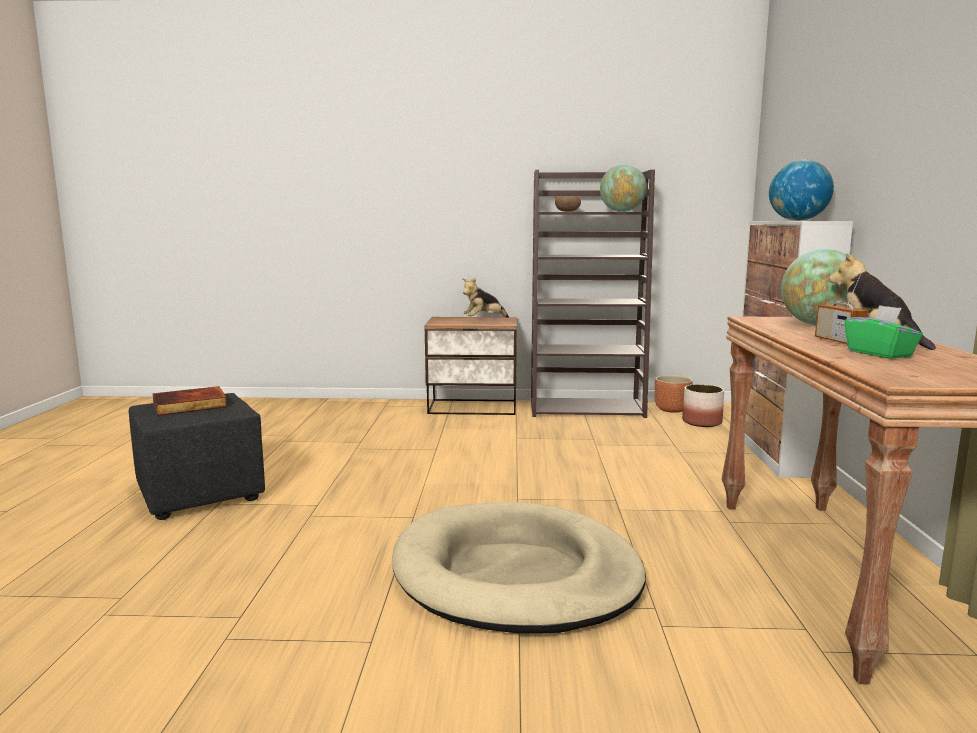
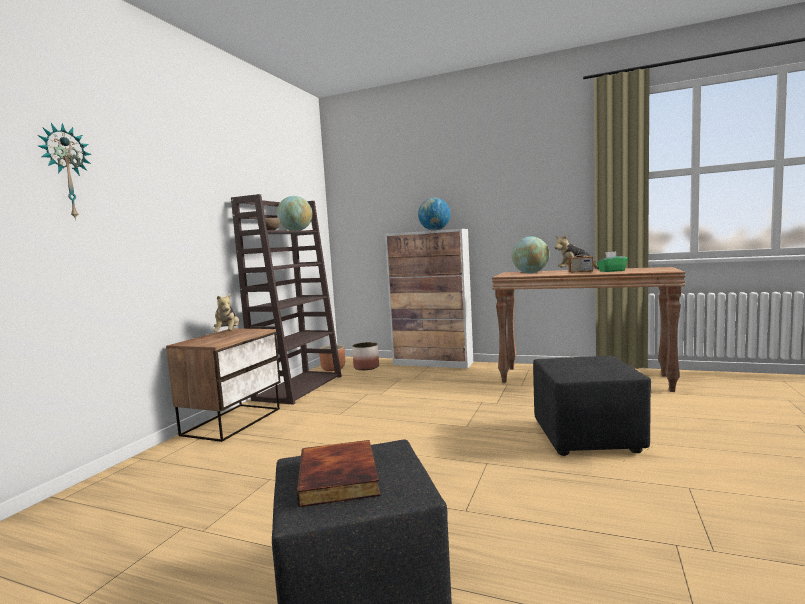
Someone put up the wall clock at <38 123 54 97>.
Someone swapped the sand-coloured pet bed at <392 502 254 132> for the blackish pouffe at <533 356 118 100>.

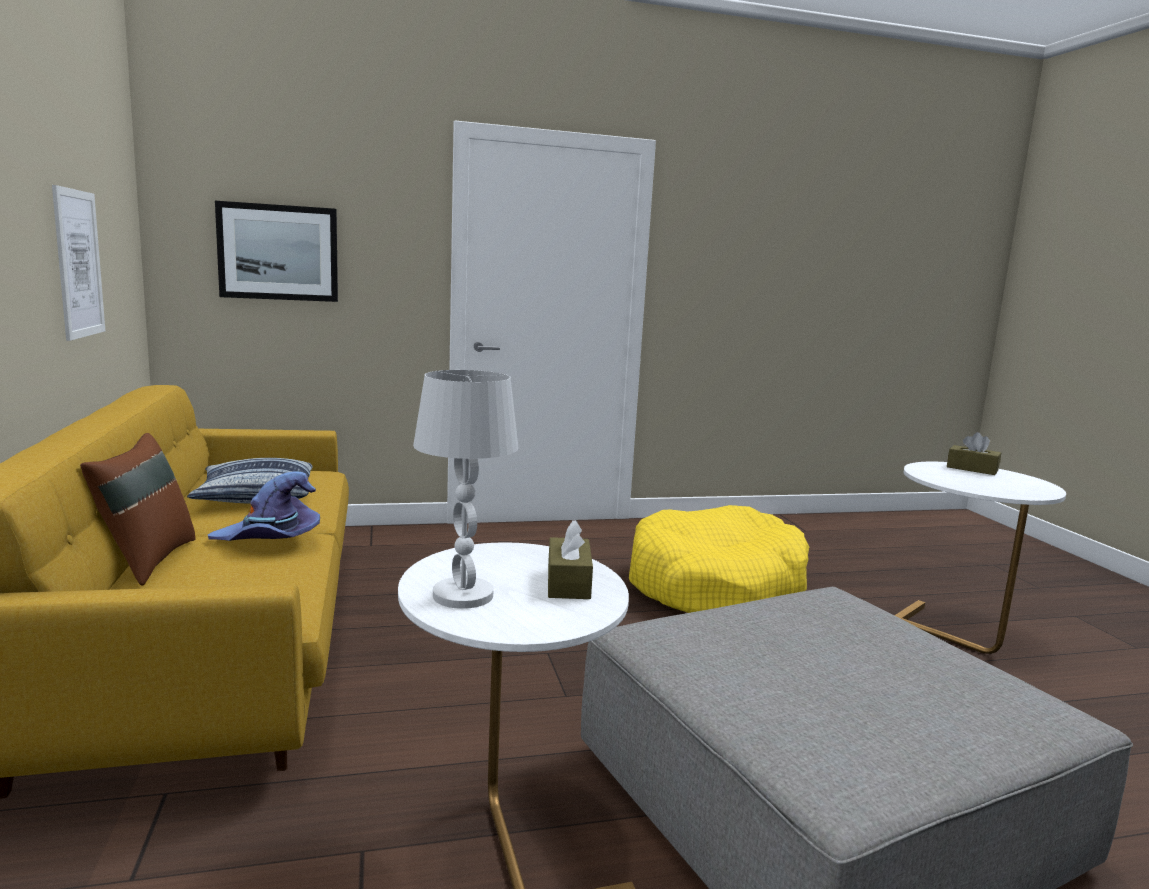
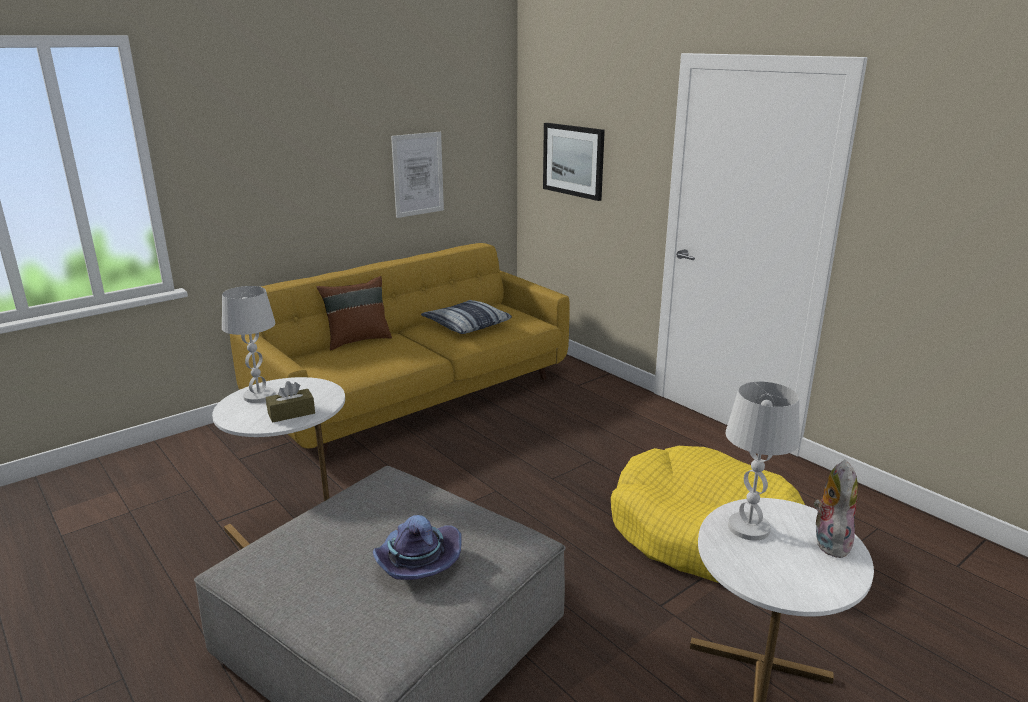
Someone carried the purplish hat from <208 471 112 70> to <373 515 89 65>.
Someone put down the white-coloured table lamp at <725 381 75 160>.
Someone swapped the brownish tissue box at <947 432 54 43> for the soft toy at <814 460 44 100>.

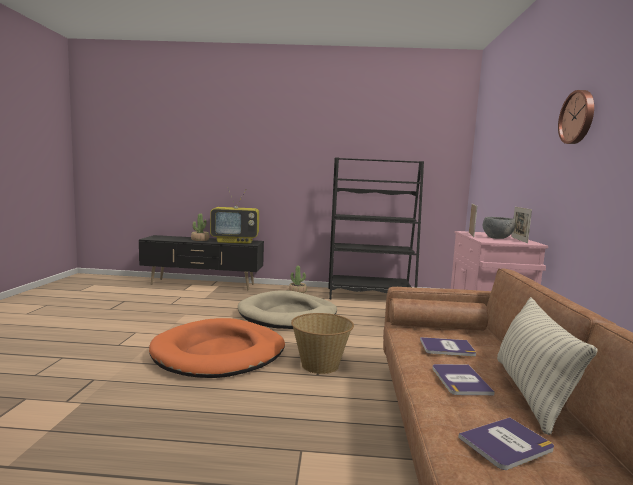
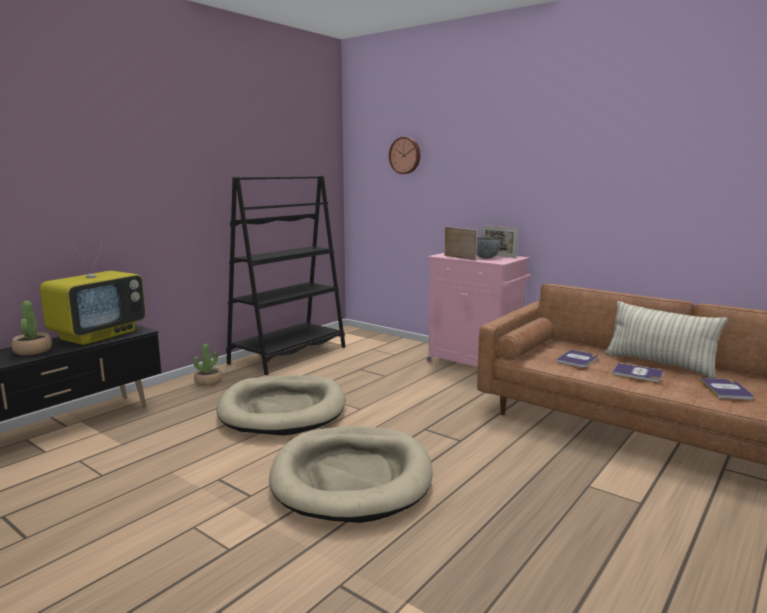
Someone repainted the orange pet bed at <149 318 136 60>, which became the sand-coloured pet bed at <269 426 164 97>.
Someone carried the wall clock from <558 90 36 54> to <389 137 31 37>.
Someone took away the household basket at <291 313 63 61>.

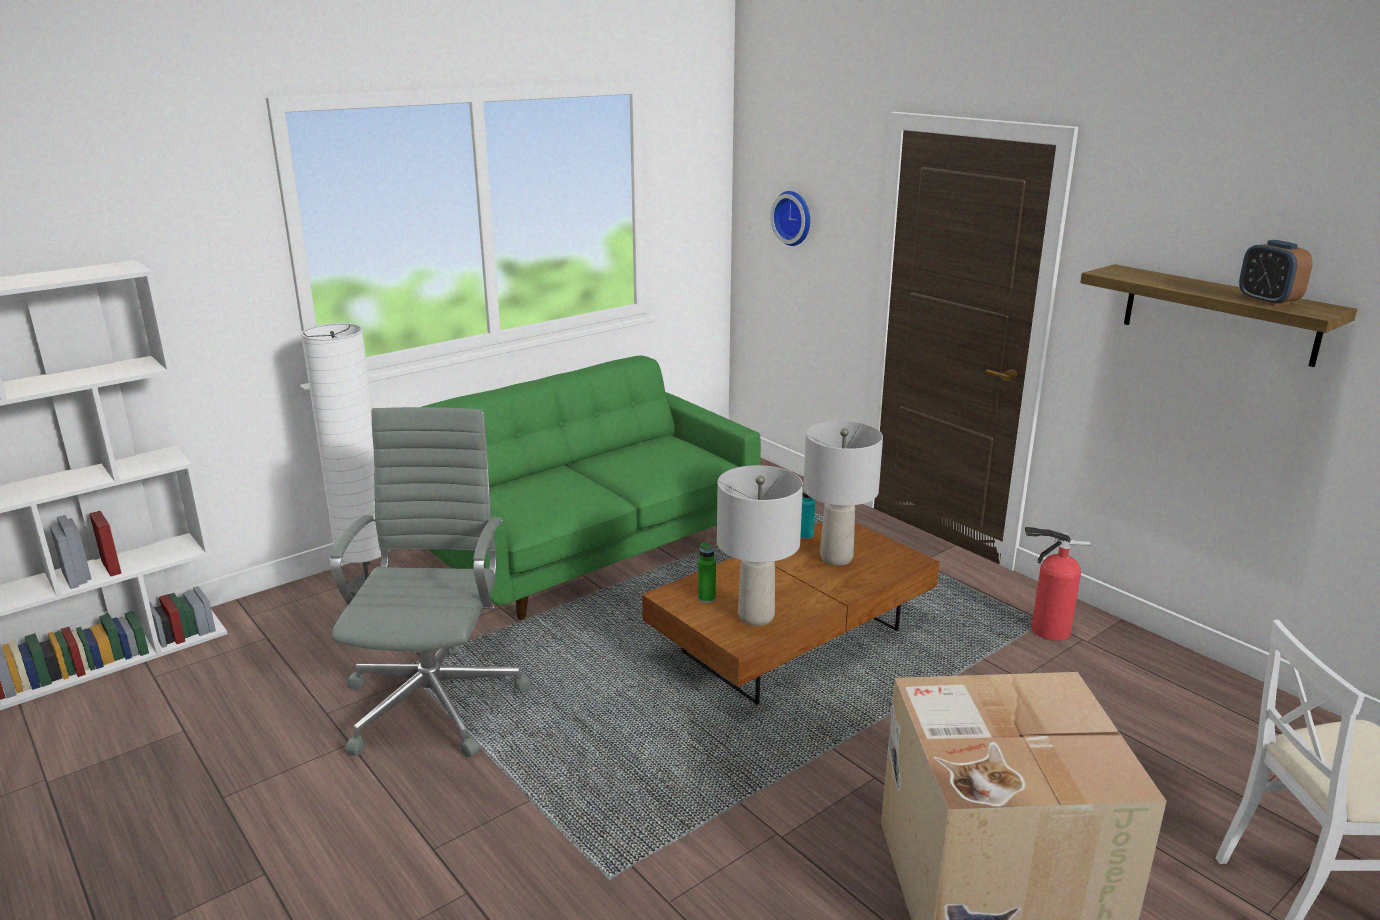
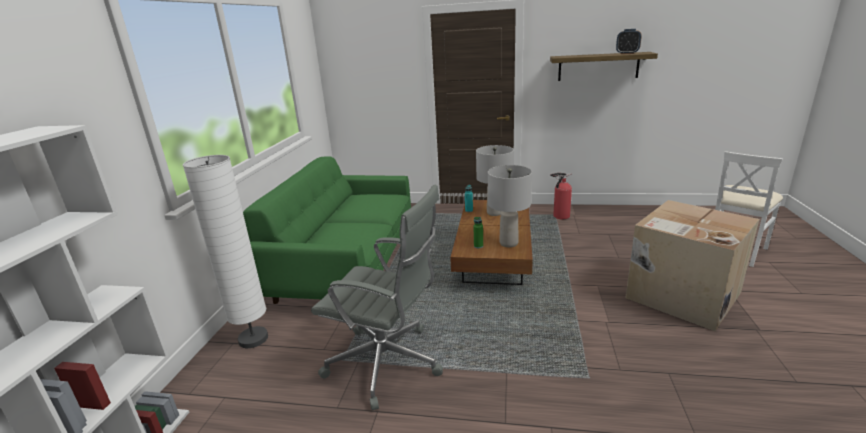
Someone rotated the greyish computer chair at <330 407 203 351> by 150 degrees clockwise.
Someone took away the wall clock at <770 191 40 55>.

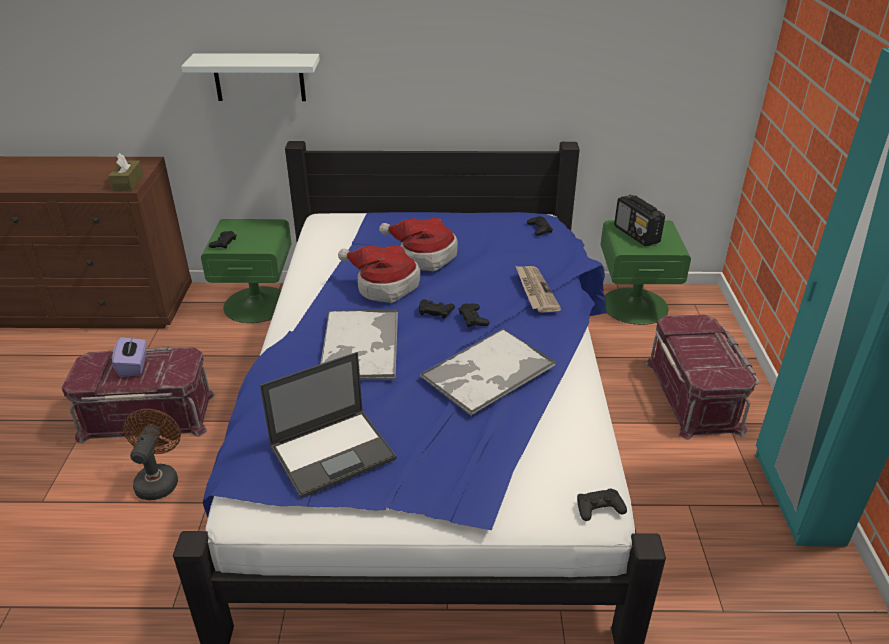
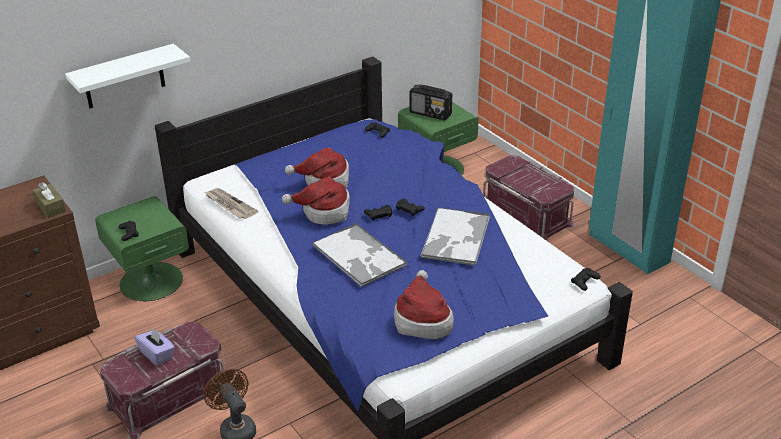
Someone carried the printed paper from <515 265 46 48> to <204 188 54 31>.
Someone swapped the portable computer at <260 352 136 147> for the hat at <394 270 60 69>.

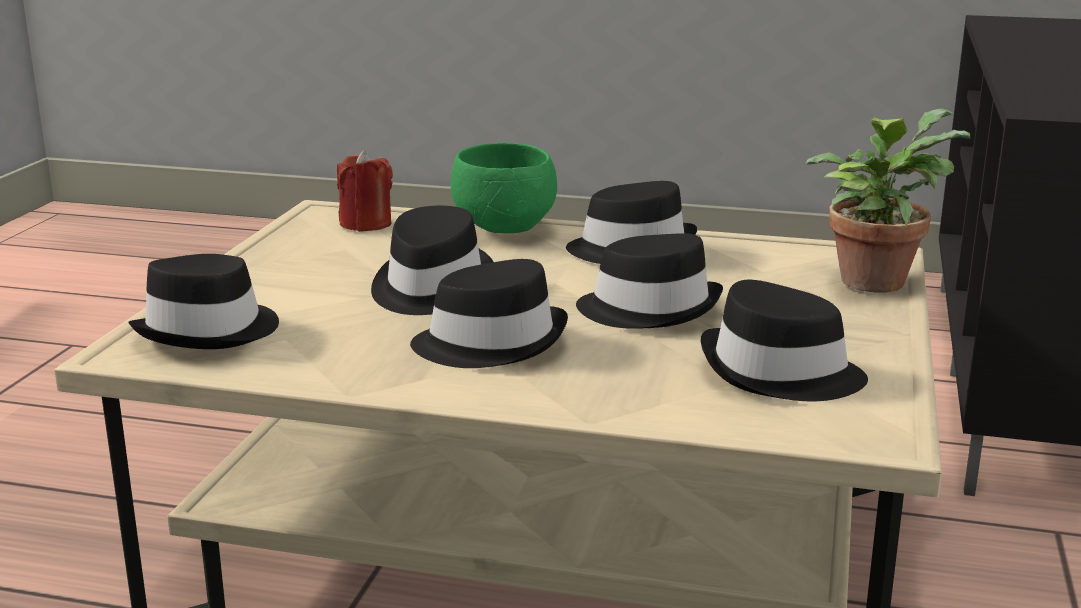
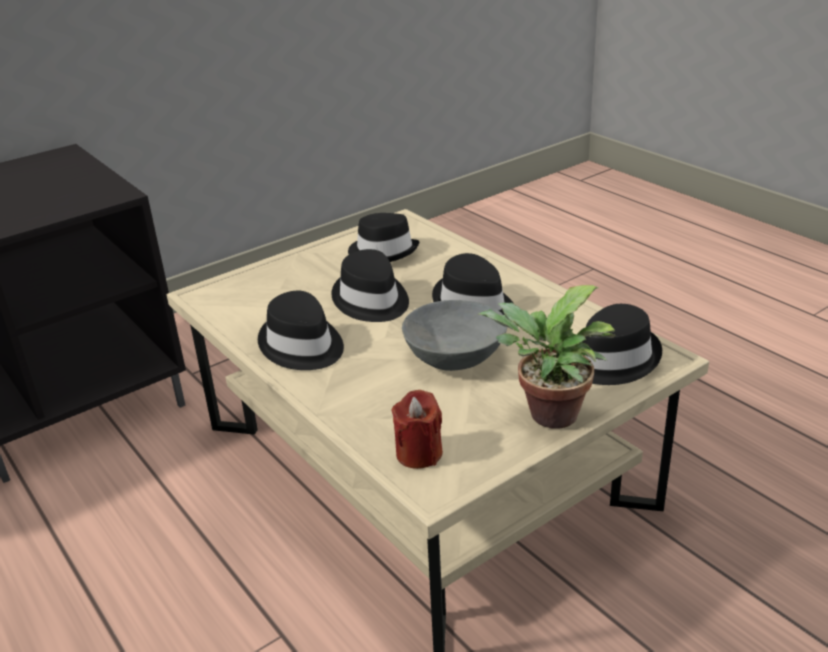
Someone swapped the blackish hat at <371 206 122 109> for the greyish bowl at <402 300 105 71>.
Someone carried the houseplant from <806 108 164 185> to <477 285 139 144>.
Someone took away the green-coloured bowl at <451 143 106 91>.

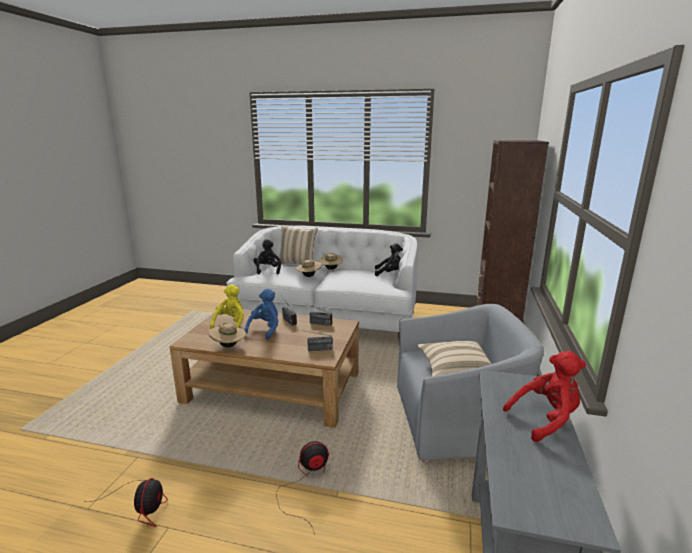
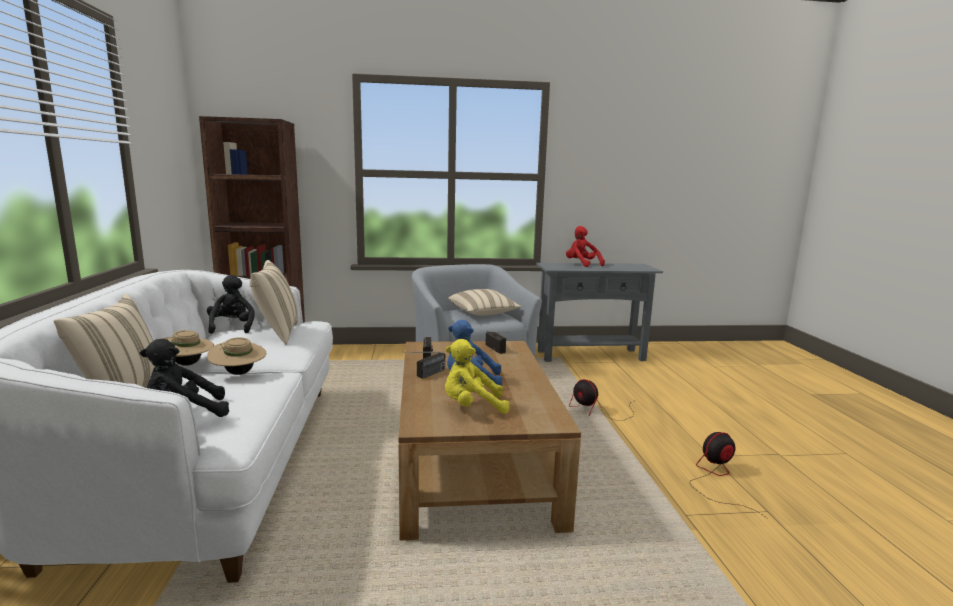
Someone put down the sand-coloured throw pillow at <250 260 48 85>.
Someone took away the sand-coloured hat at <208 322 38 25>.

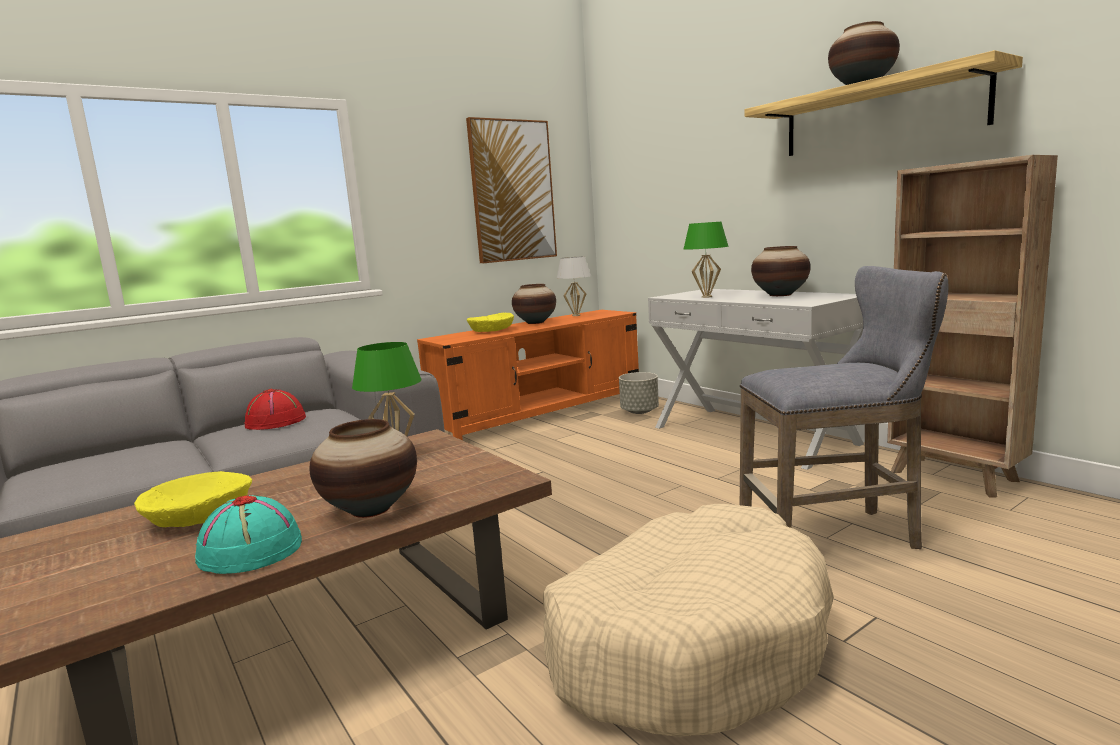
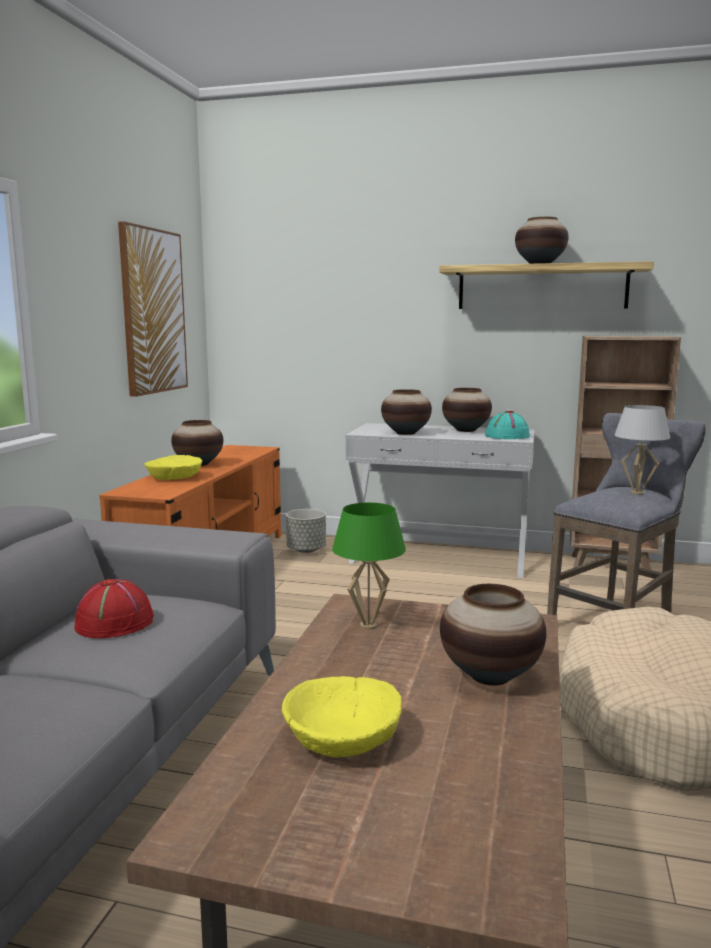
Someone swapped the green-coloured table lamp at <684 222 45 76> for the flower vase at <381 389 51 46>.
Someone carried the turquoise-coloured hat from <195 495 107 79> to <485 411 45 28>.
Someone carried the white-coloured table lamp from <557 256 34 60> to <615 405 55 90>.

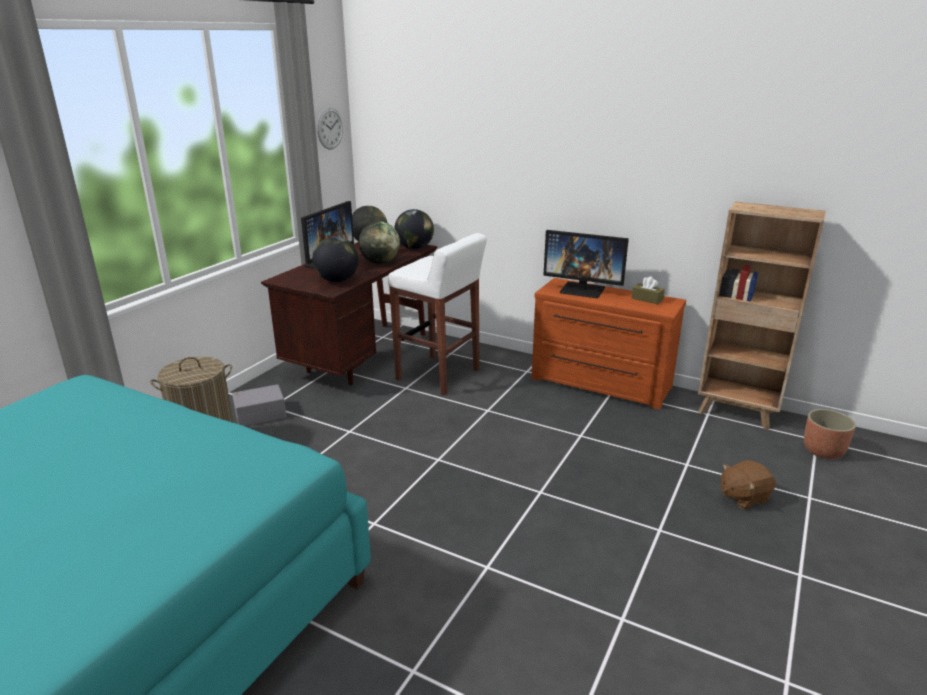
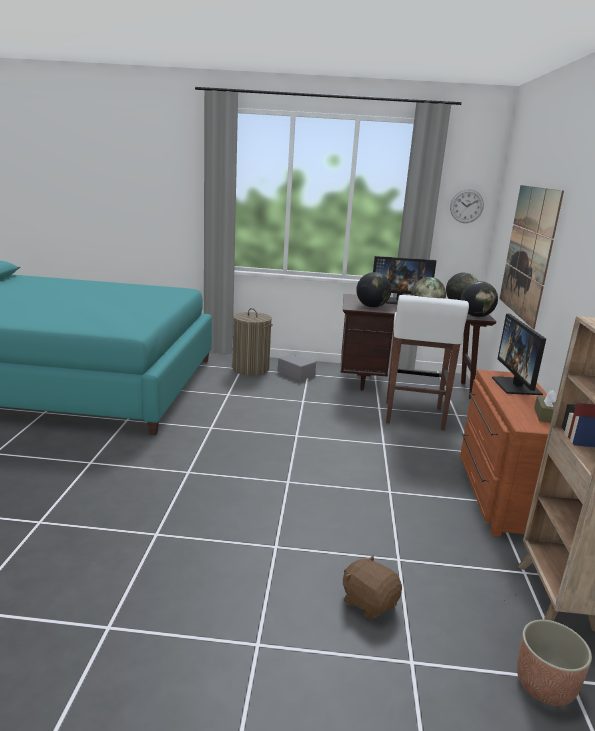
Someone put up the wall art at <499 185 65 144>.

